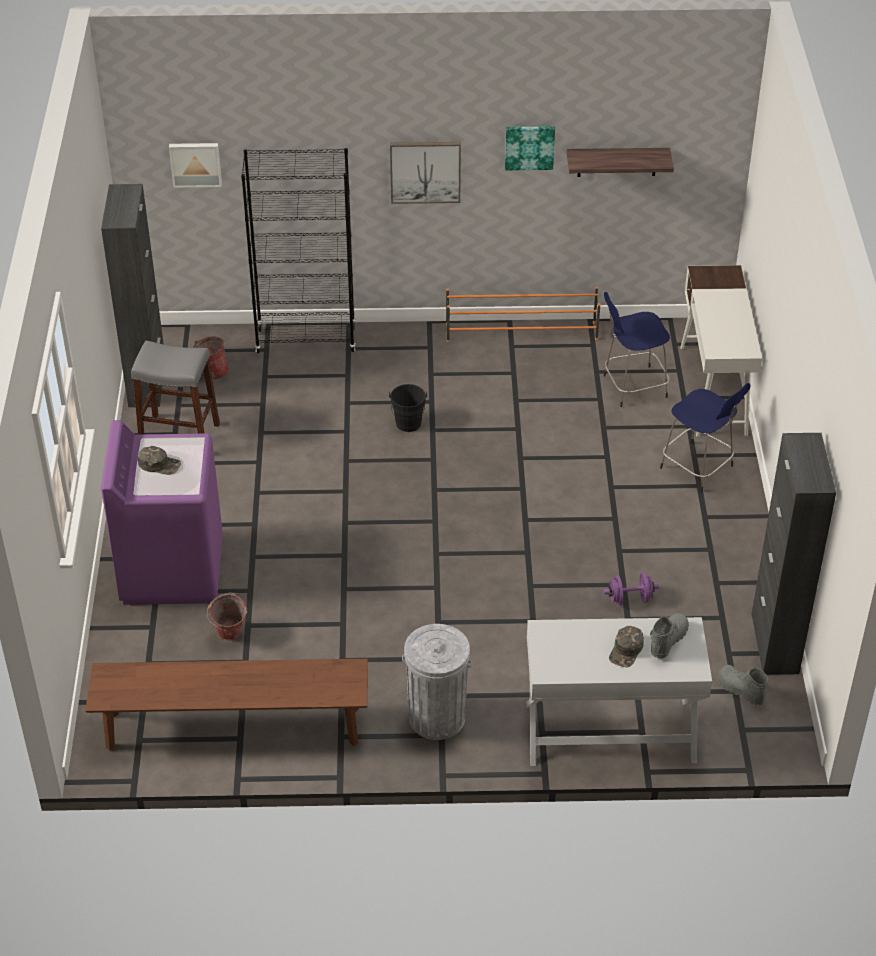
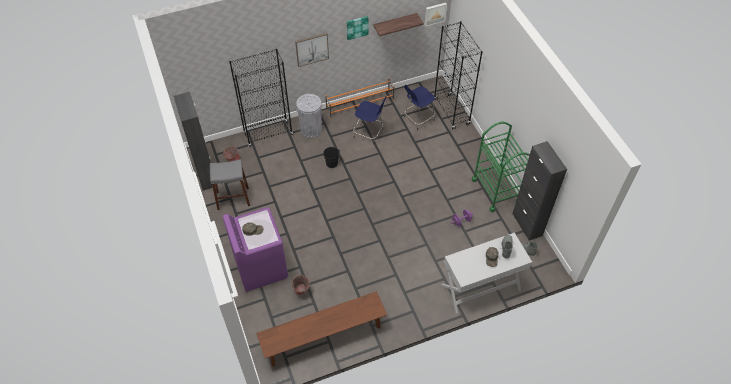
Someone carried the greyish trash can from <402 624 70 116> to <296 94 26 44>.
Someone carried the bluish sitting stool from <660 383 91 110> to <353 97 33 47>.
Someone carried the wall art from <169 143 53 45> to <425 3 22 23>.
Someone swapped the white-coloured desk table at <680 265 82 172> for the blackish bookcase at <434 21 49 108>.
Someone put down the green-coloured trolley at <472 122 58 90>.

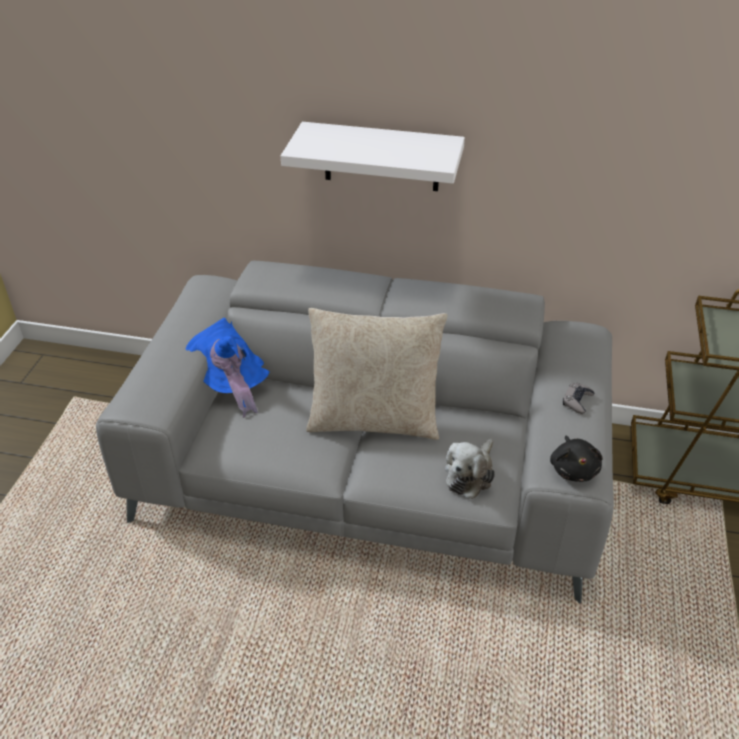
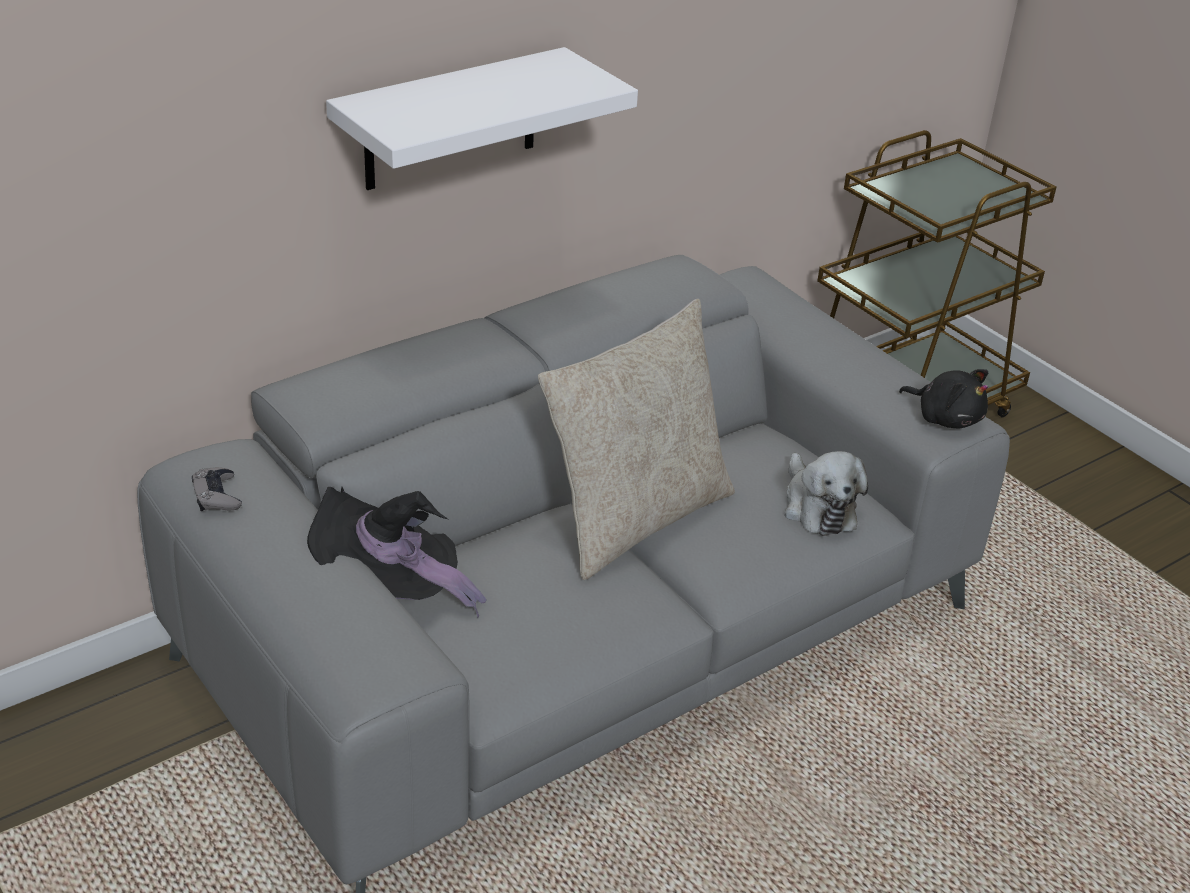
Someone carried the greyish joypad from <563 383 31 31> to <192 467 50 44>.
Someone repainted the bluish hat at <185 318 85 100>, which became the blackish hat at <307 487 180 131>.

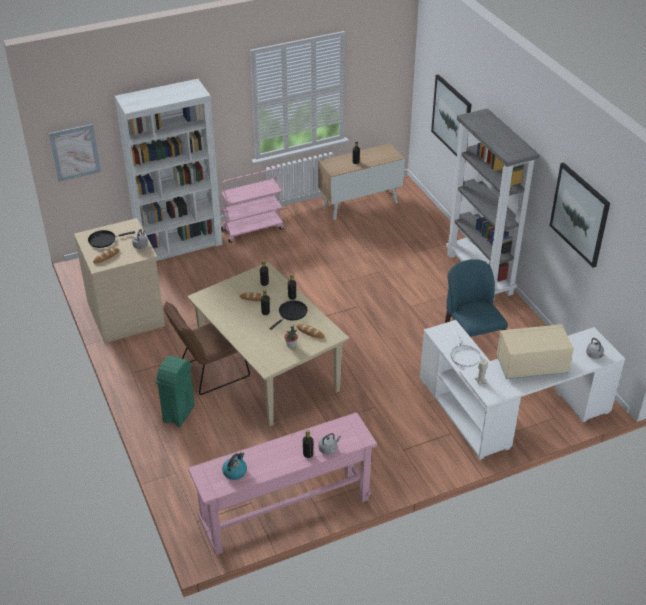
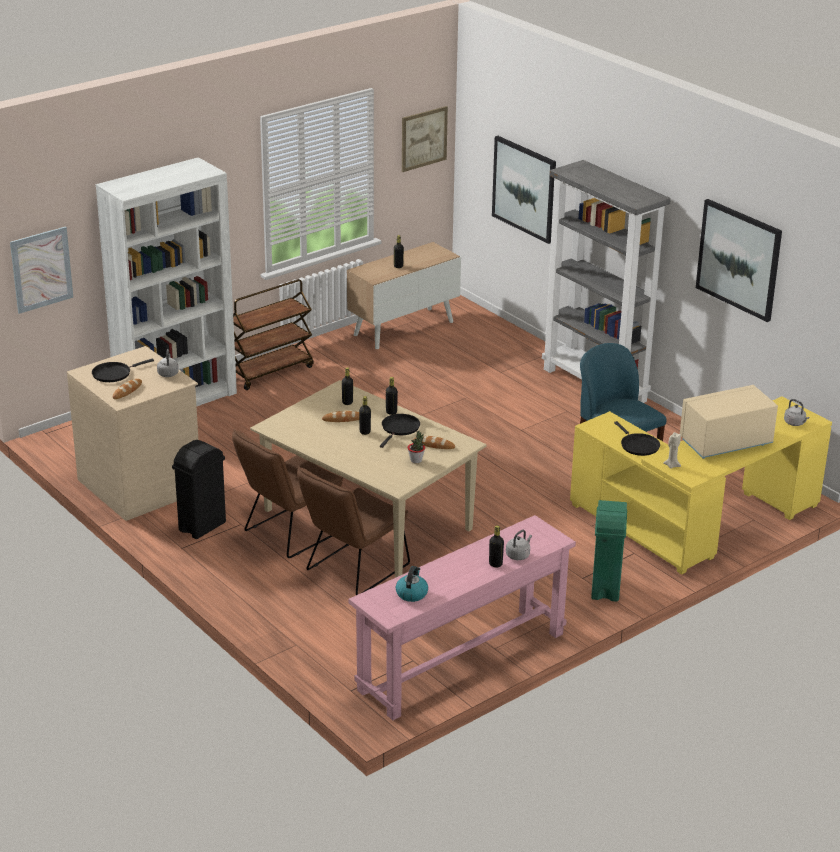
Someone put down the blackish trash can at <172 440 54 99>.
Someone repainted the pinkish trolley at <220 168 64 75>, which became the brownish trolley at <233 279 81 111>.
Someone put down the brownish upright chair at <297 467 113 128>.
Someone put up the wall art at <402 106 46 66>.
Someone repainted the white-coloured desk table at <420 320 205 140>, which became the yellow-coloured desk table at <570 396 262 179>.
Someone carried the green-coloured trash can from <156 356 39 71> to <591 500 36 102>.
Someone repainted the white-coloured frying pan at <451 331 30 36>, which became the blackish frying pan at <614 421 46 35>.

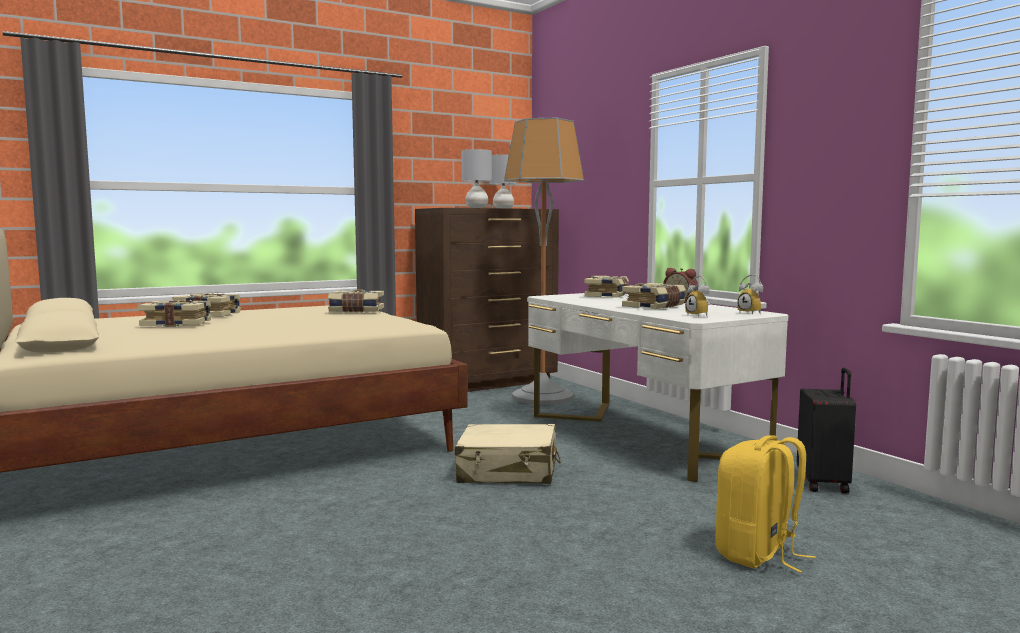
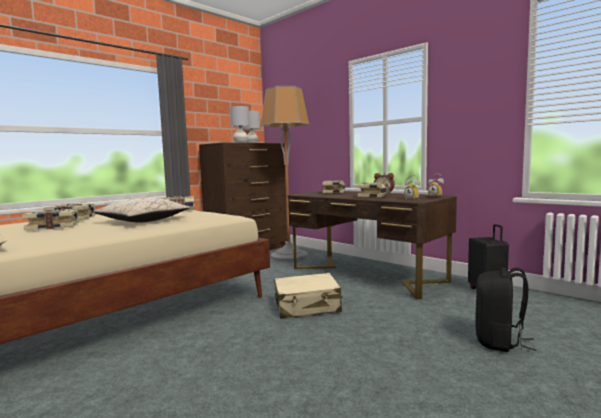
Someone put down the sand-coloured throw pillow at <93 197 97 26>.
Someone repainted the white-coloured desk table at <527 293 261 189>, which became the brownish desk table at <288 191 169 108>.
Someone repainted the yellow-coloured rucksack at <716 435 100 138>, which became the blackish rucksack at <476 267 60 85>.

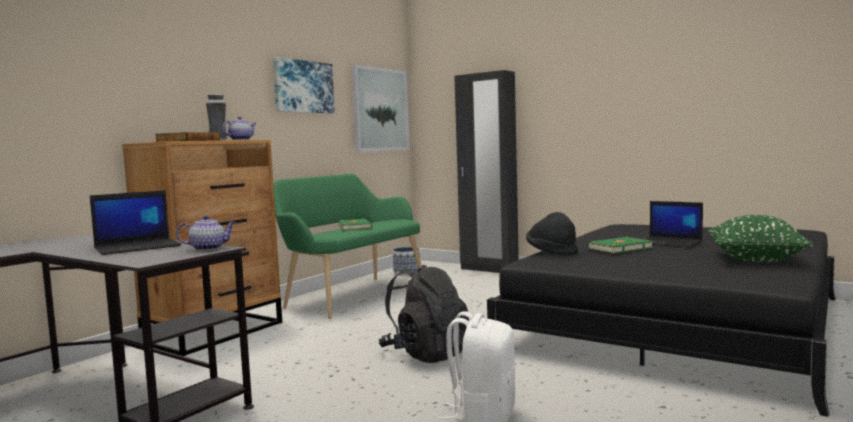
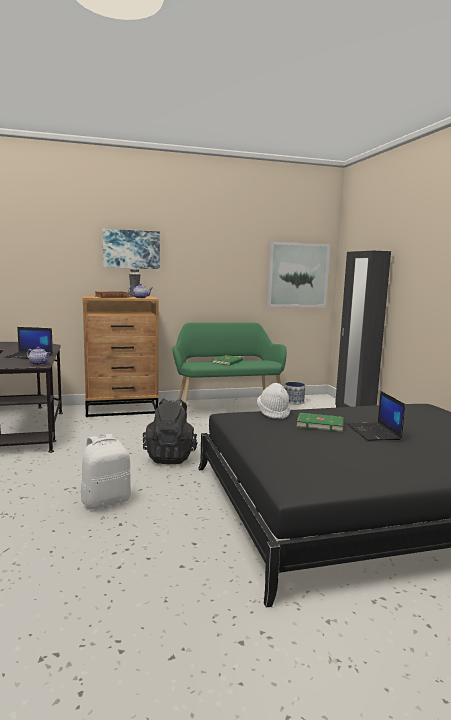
Someone carried the wall art from <273 57 62 57> to <103 229 57 40>.
Someone repainted the blackish hat at <526 212 52 43>, which became the white-coloured hat at <257 383 33 36>.
Someone took away the green-coloured throw pillow at <708 215 105 47>.

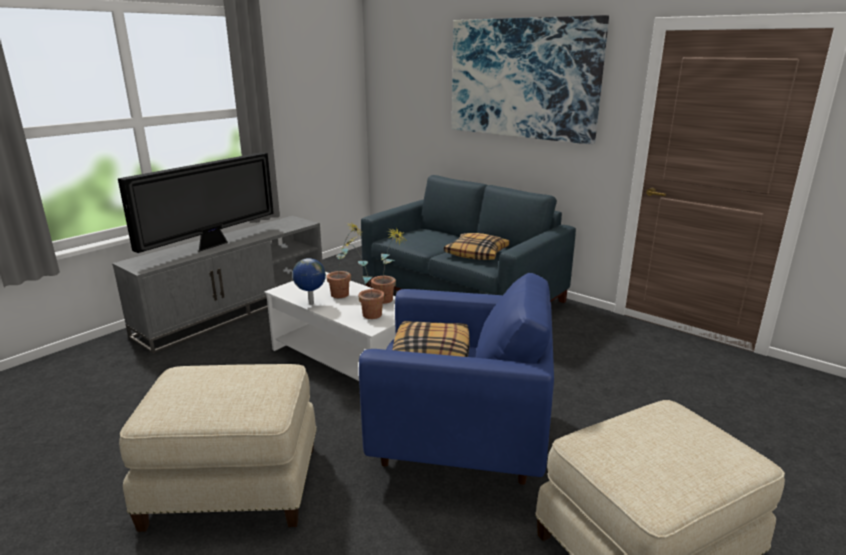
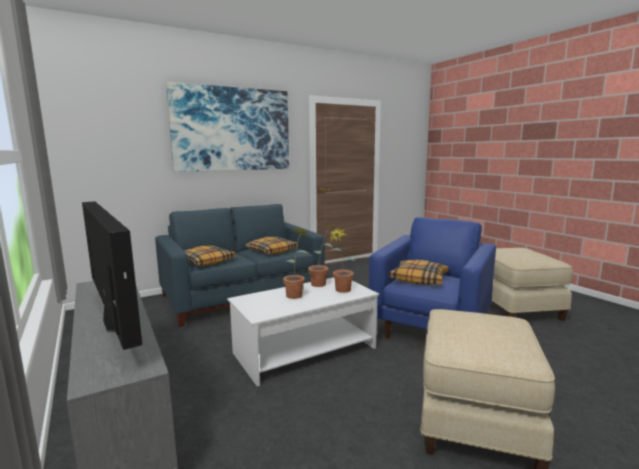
Someone put down the throw pillow at <185 245 51 21>.
Someone took away the globe at <292 258 34 47>.

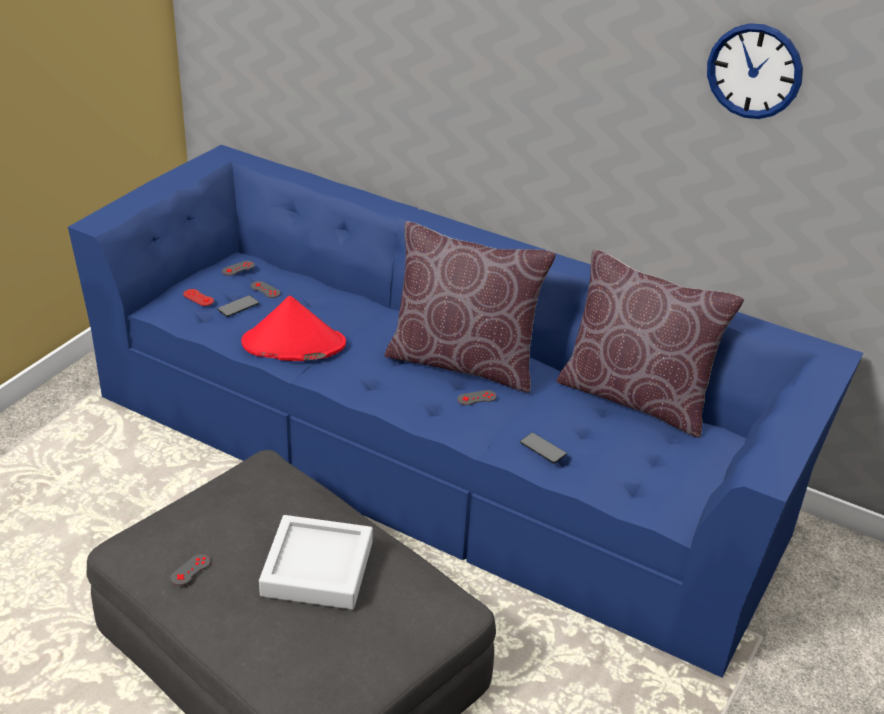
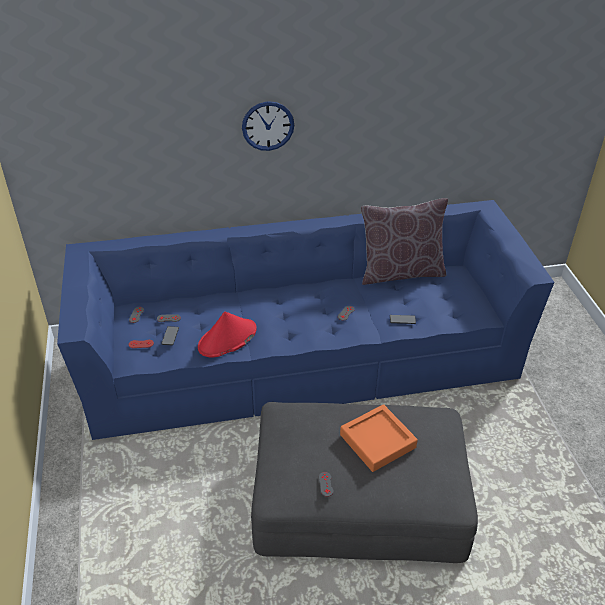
Someone carried the wall clock from <707 23 96 96> to <242 101 52 50>.
Someone repainted the greyish tray at <259 515 114 94>, which became the orange tray at <340 404 78 68>.
Someone took away the brownish throw pillow at <384 221 172 172>.

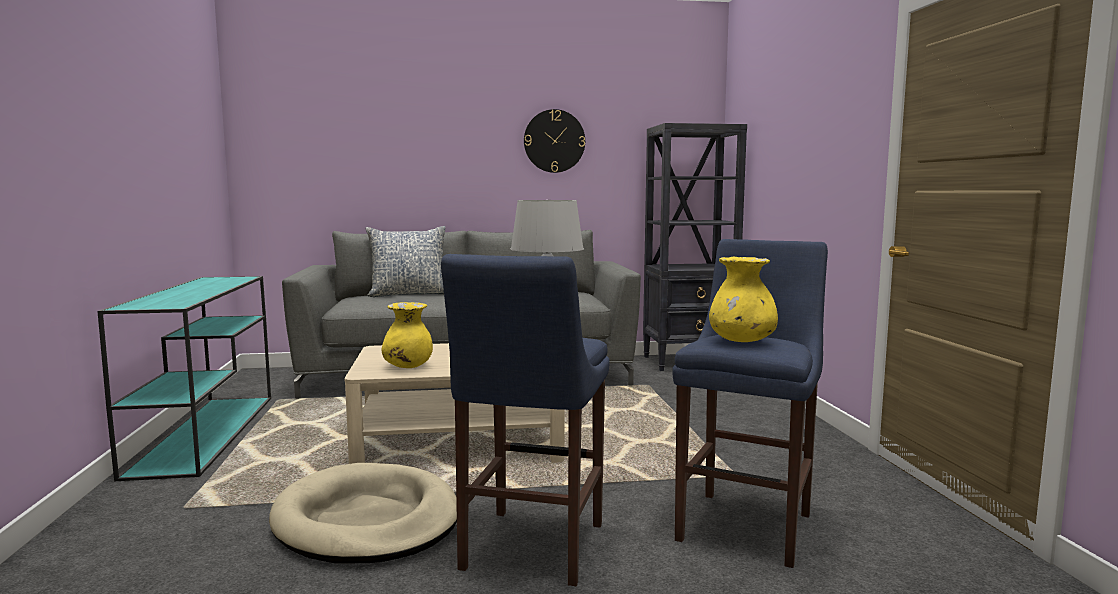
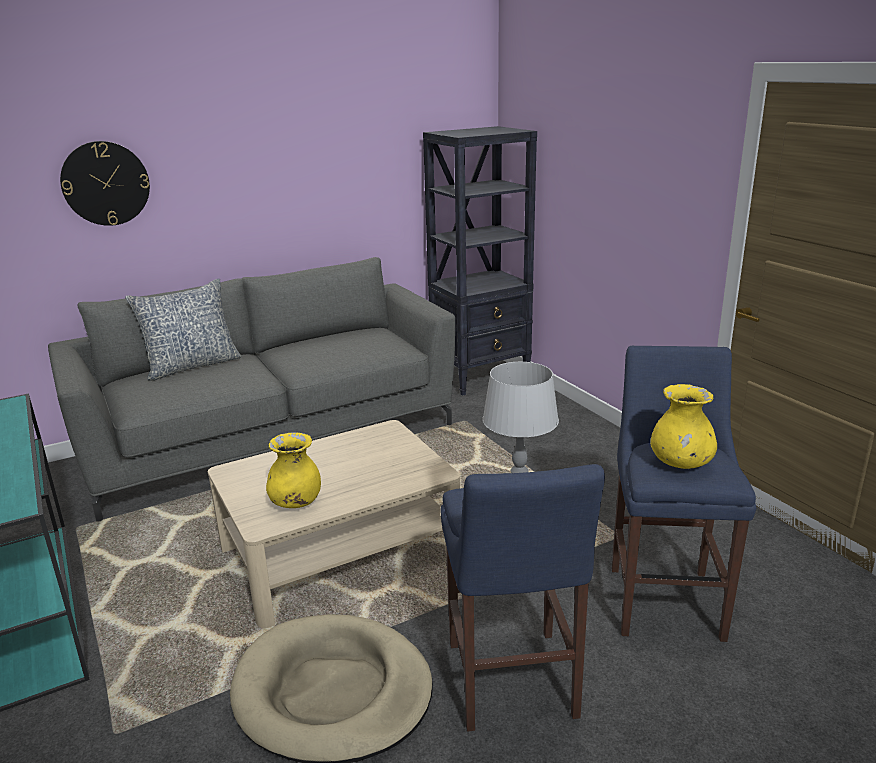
Someone carried the wall clock from <524 109 61 64> to <60 141 90 85>.

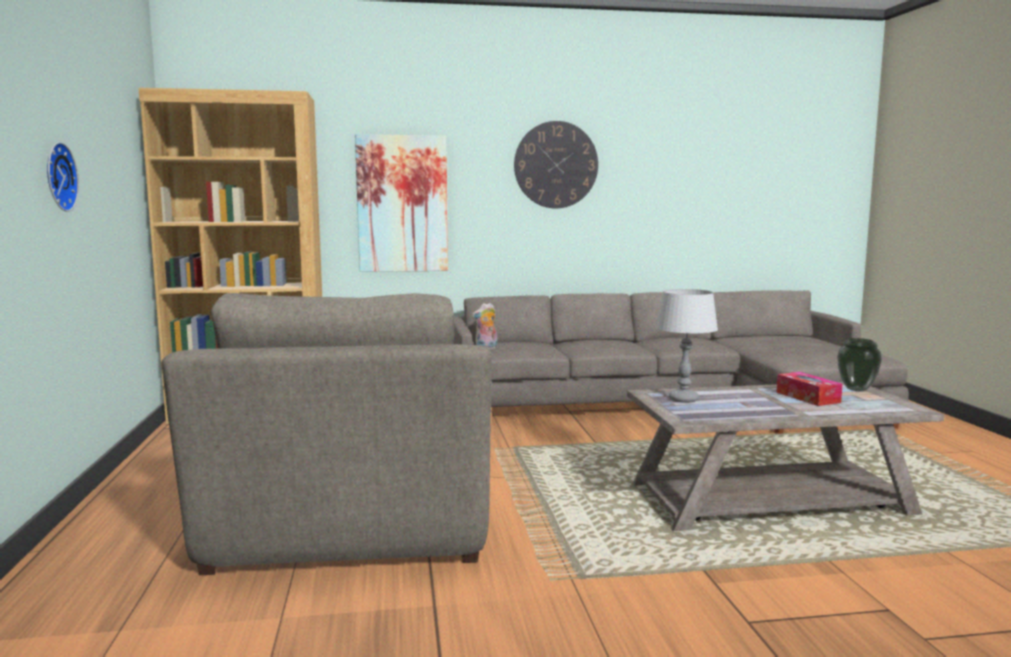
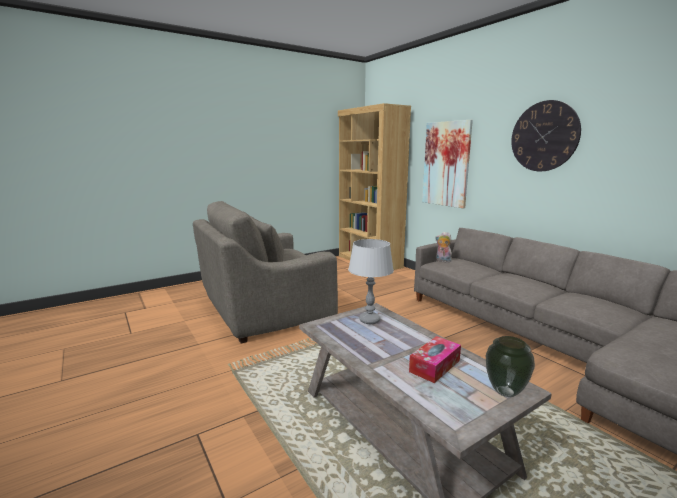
Someone took away the wall clock at <47 142 32 70>.

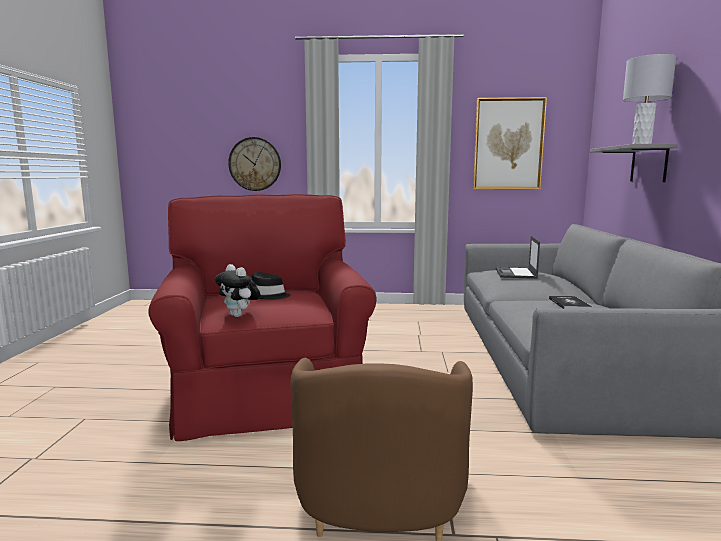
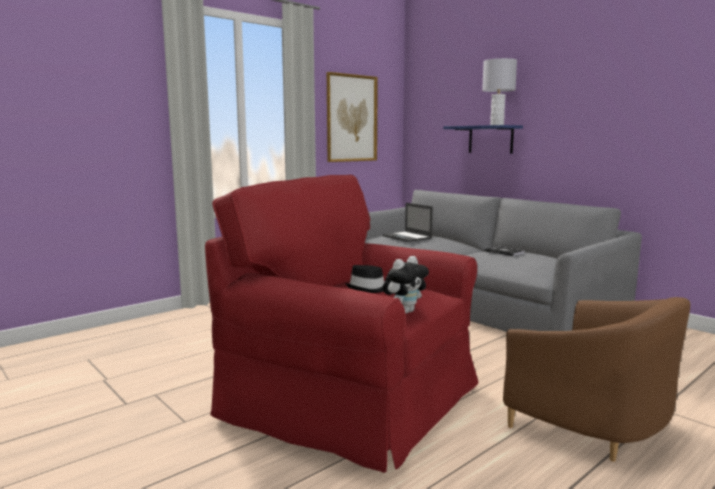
Someone rotated the soft toy at <215 264 46 53> by 45 degrees counterclockwise.
Someone repainted the greyish bracket shelf at <590 144 88 38>, which became the bluish bracket shelf at <443 125 80 29>.
Someone took away the wall clock at <228 137 53 54>.

